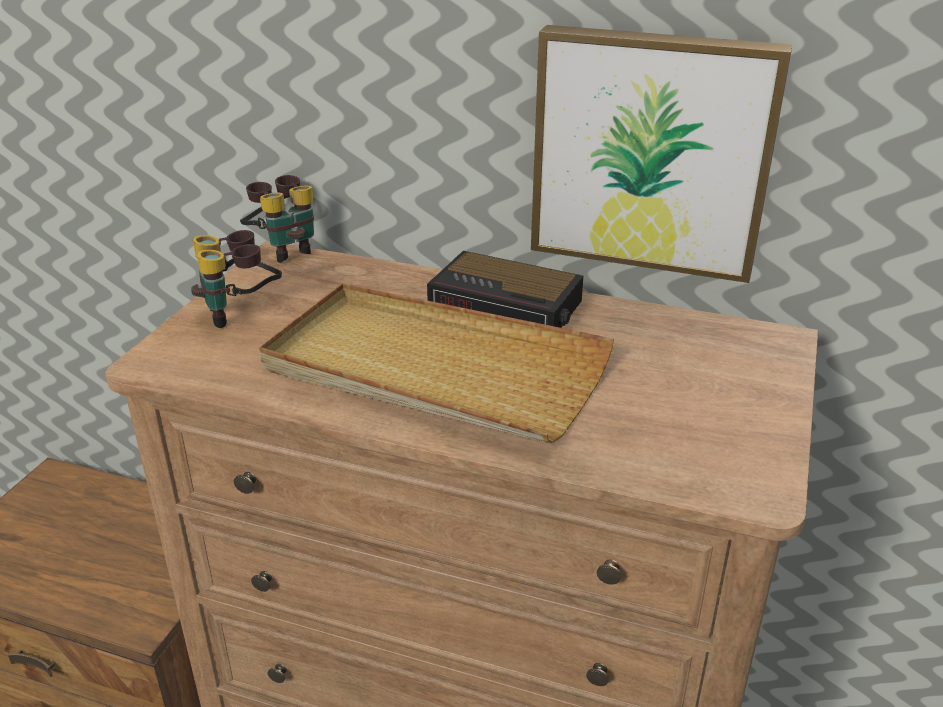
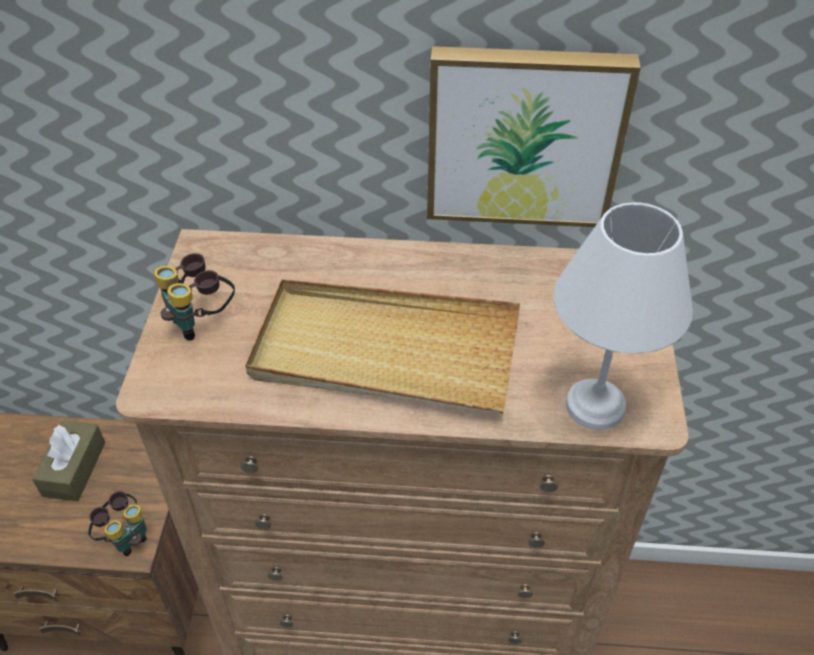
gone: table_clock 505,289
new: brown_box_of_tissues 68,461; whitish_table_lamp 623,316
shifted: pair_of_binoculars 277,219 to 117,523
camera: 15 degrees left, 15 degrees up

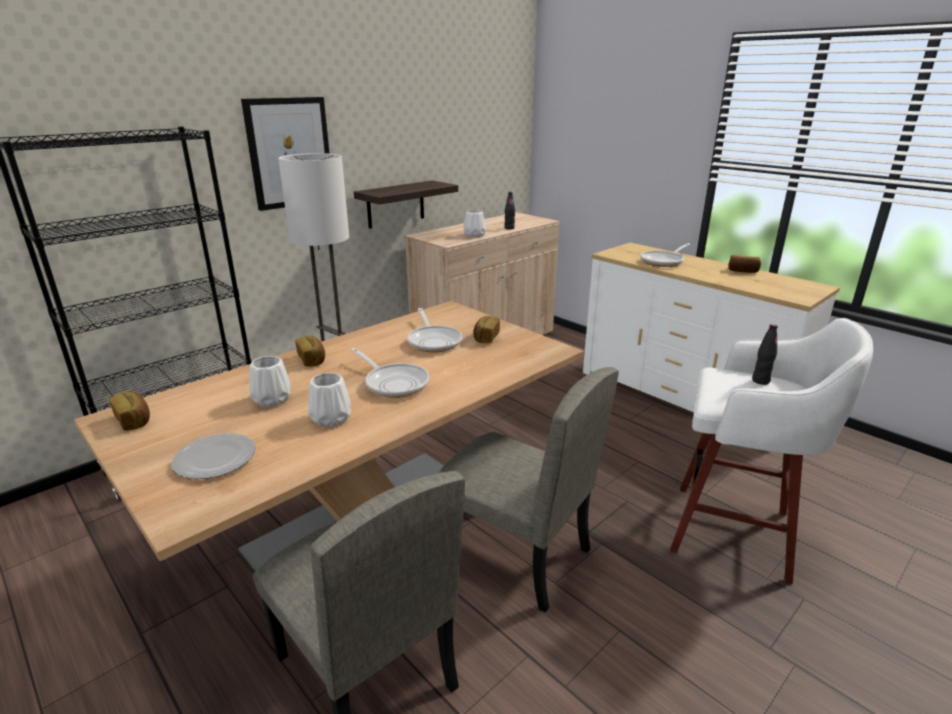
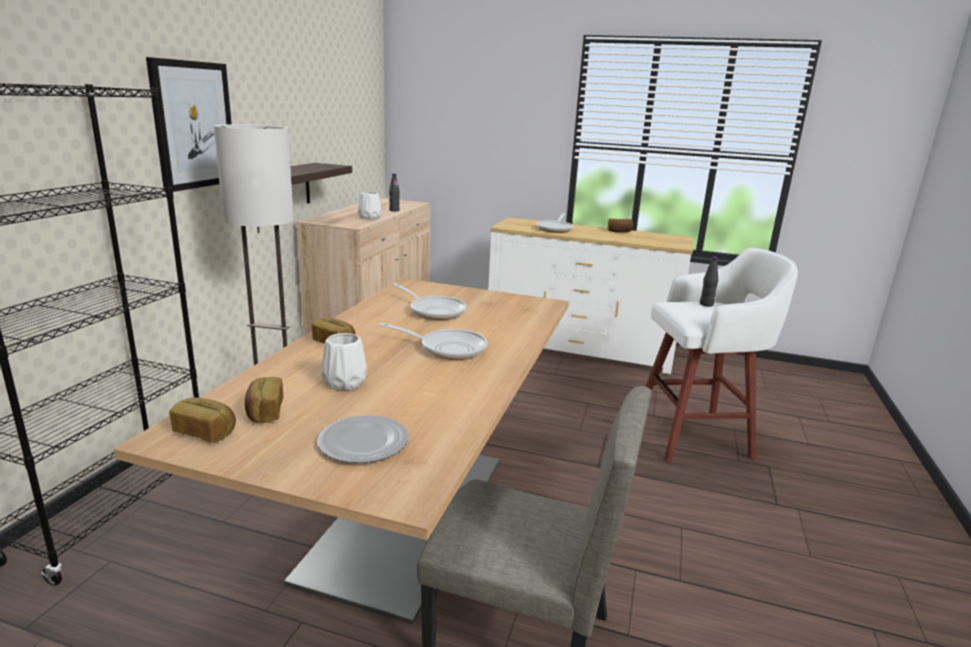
gone: whitish_flower_vase 329,400; beige_chair 528,490
shifted: bakery_bread 486,329 to 264,400
camera: 30 degrees left, 5 degrees down

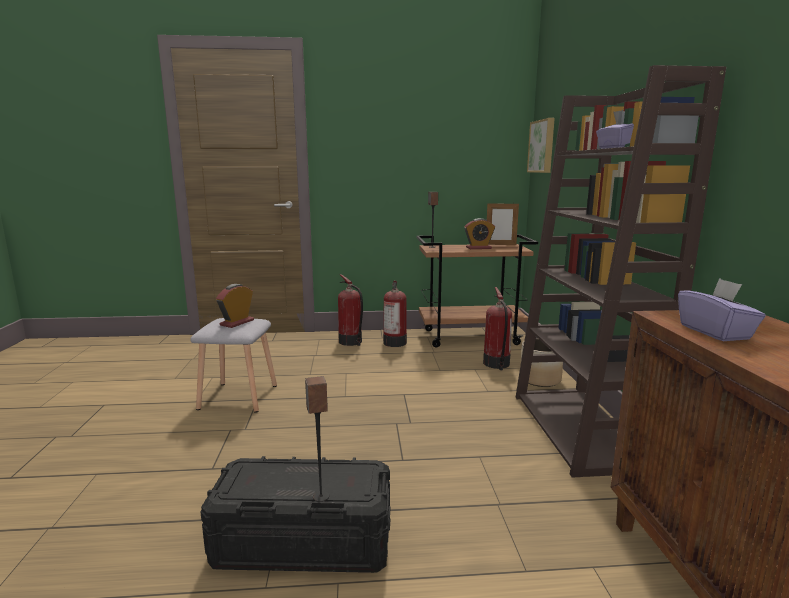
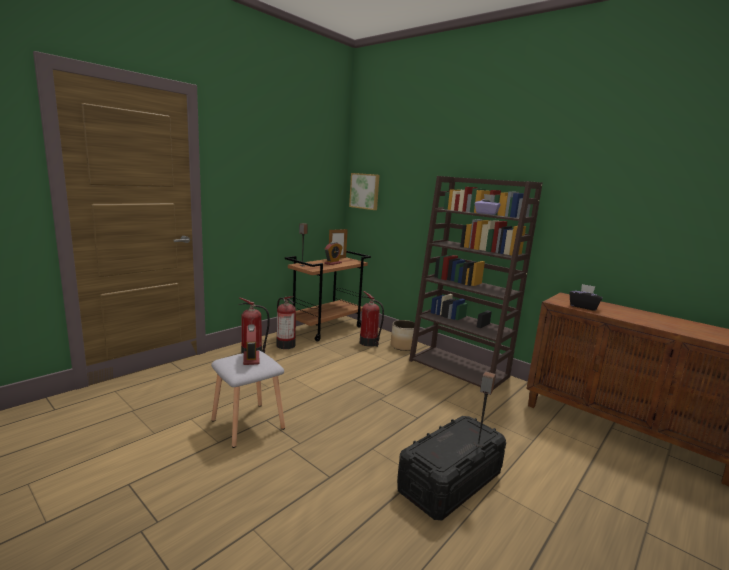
repainted: purple-coloured_box_of_tissues 722,309 to black_box_of_tissues 586,297
camera: 45 degrees left, 0 degrees up

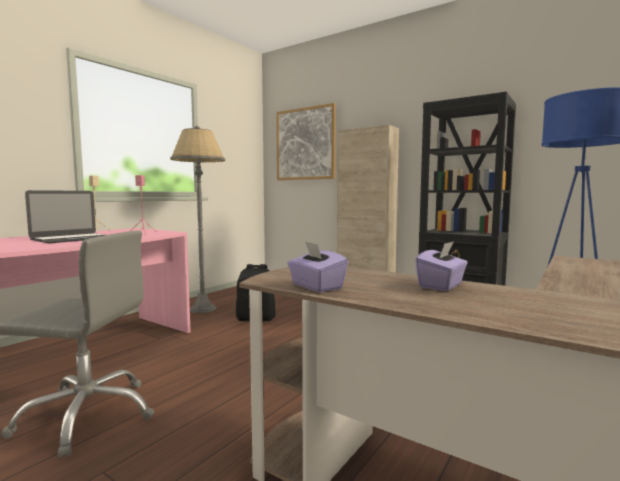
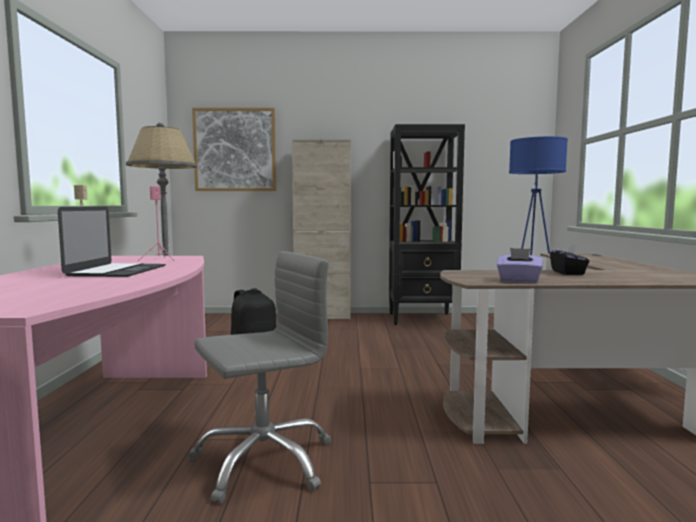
repainted: purple-coloured_box_of_tissues 441,266 to black_box_of_tissues 569,259
camera: 35 degrees left, 0 degrees up

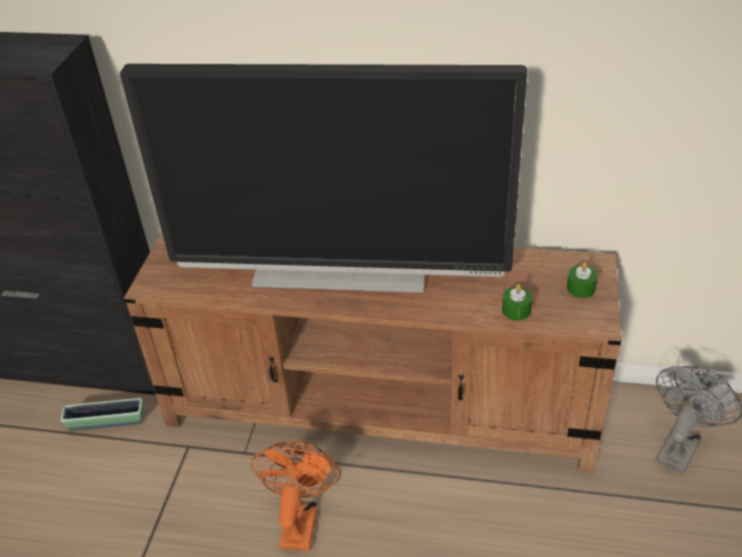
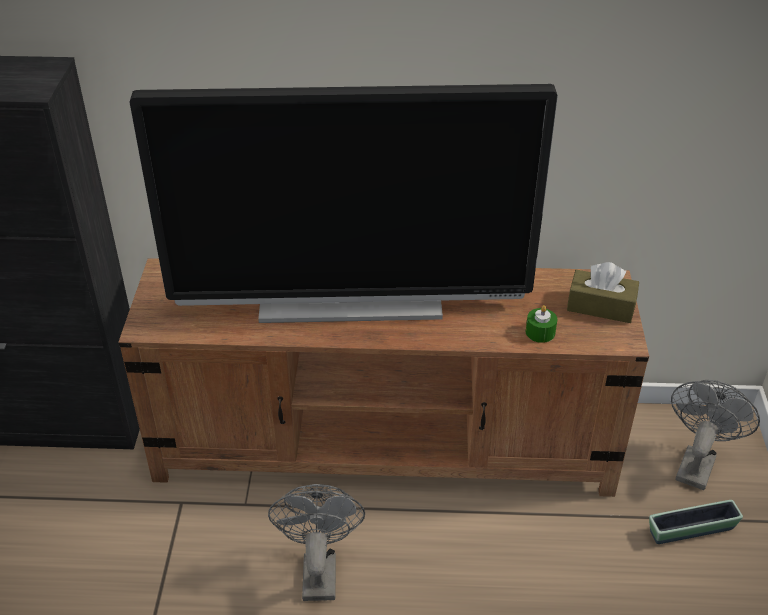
shifted: planter 102,414 to 696,522
swapped: greenish_wax_candle 582,280 to brown_box_of_tissues 603,292
repainted: orange-coloured_fan 295,496 to greyish_fan 316,542
camera: 10 degrees left, 0 degrees up

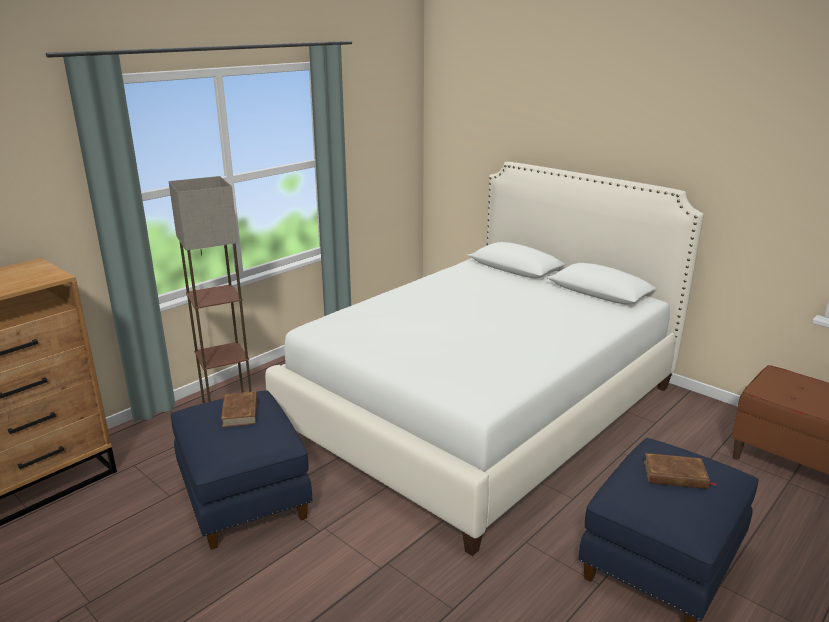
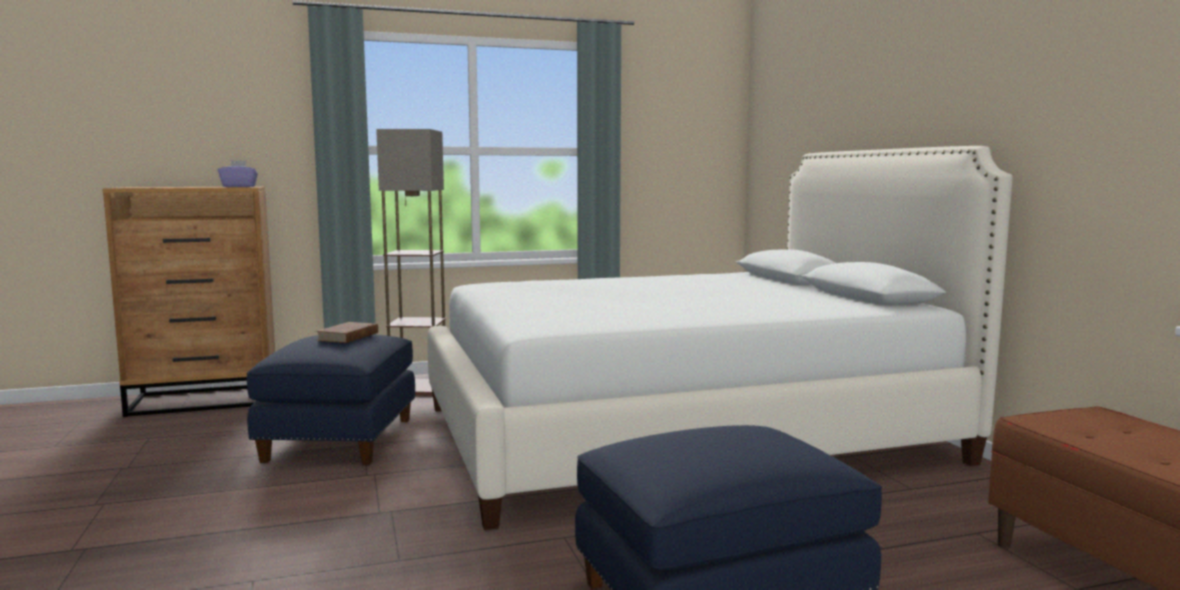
gone: brown_volume 680,471
new: purple-coloured_box_of_tissues 238,173
camera: 30 degrees right, 15 degrees down

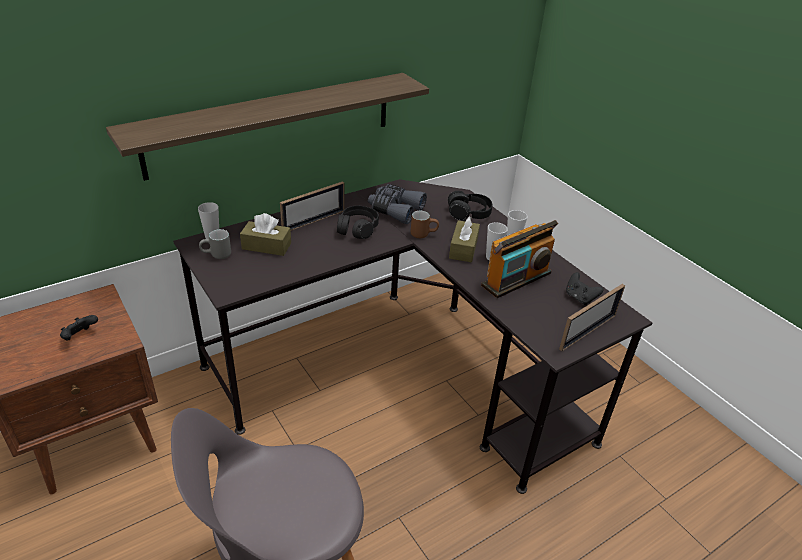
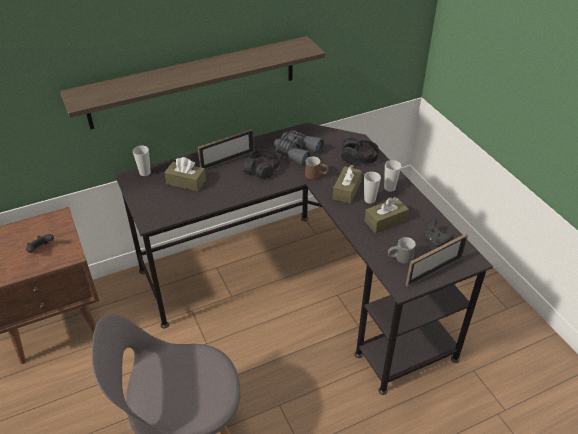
shifted: greyish_mug 215,244 to 402,250
swapped: radio_receiver 519,259 to brown_box_of_tissues 386,215
camera: 10 degrees right, 5 degrees up

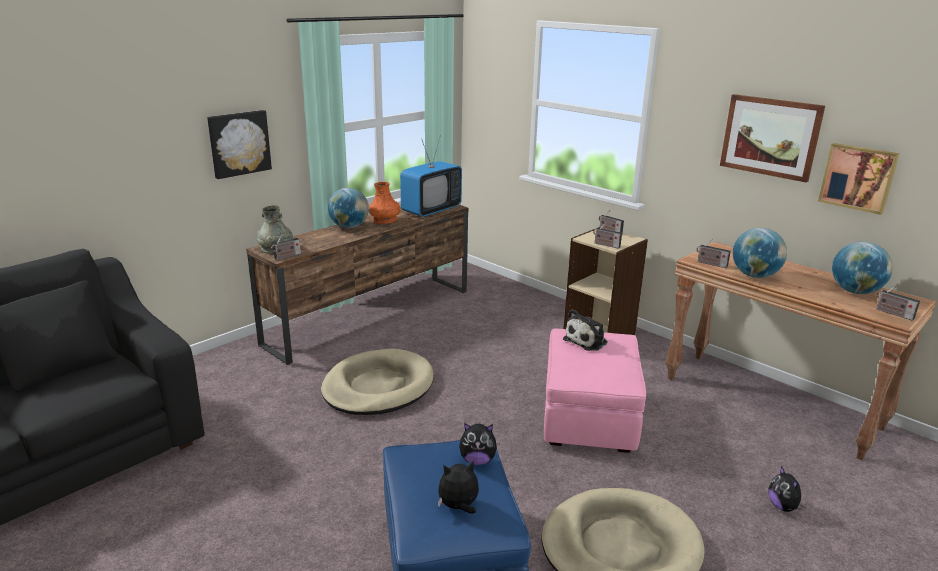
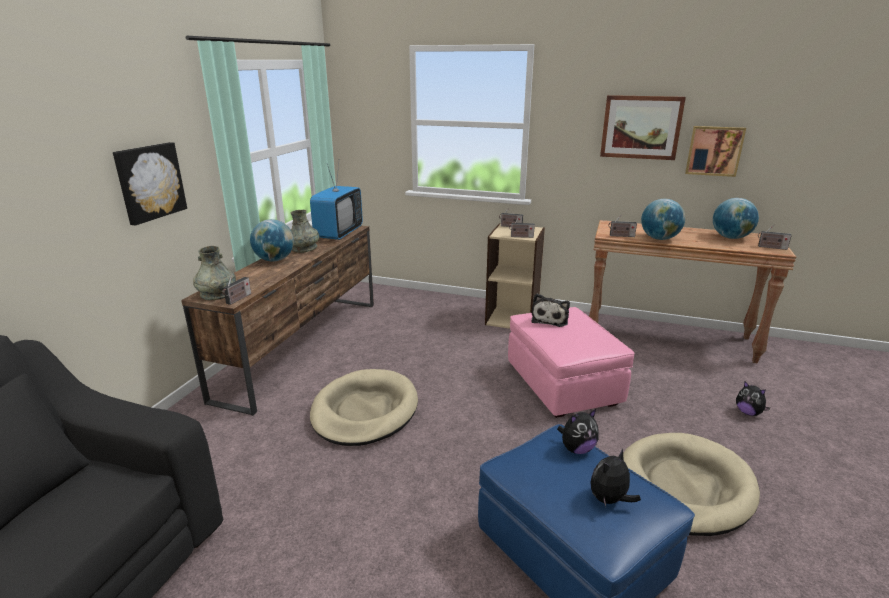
repainted: orange-coloured_flower_vase 384,203 to greyish_flower_vase 305,231
camera: 25 degrees left, 0 degrees up

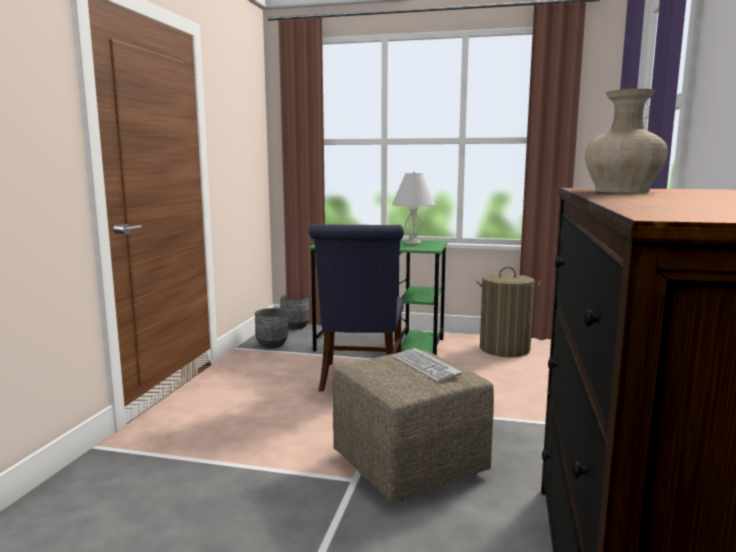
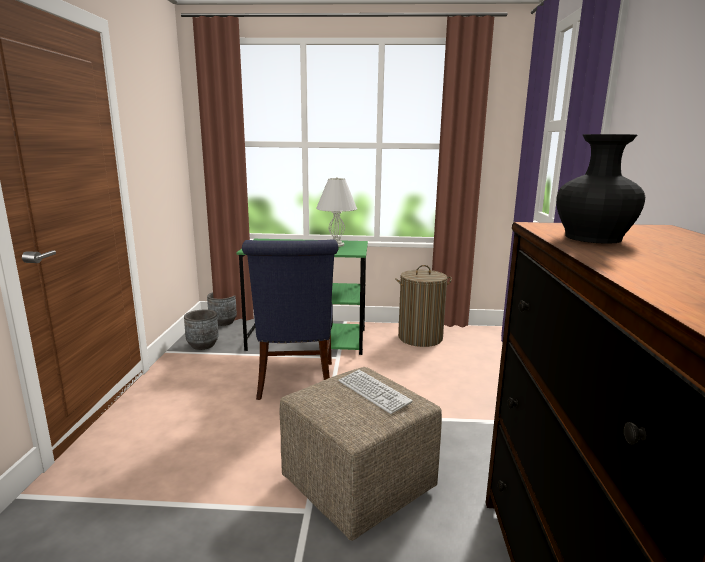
repainted: beige_flower_vase 626,141 to black_flower_vase 600,189
camera: 10 degrees left, 5 degrees up

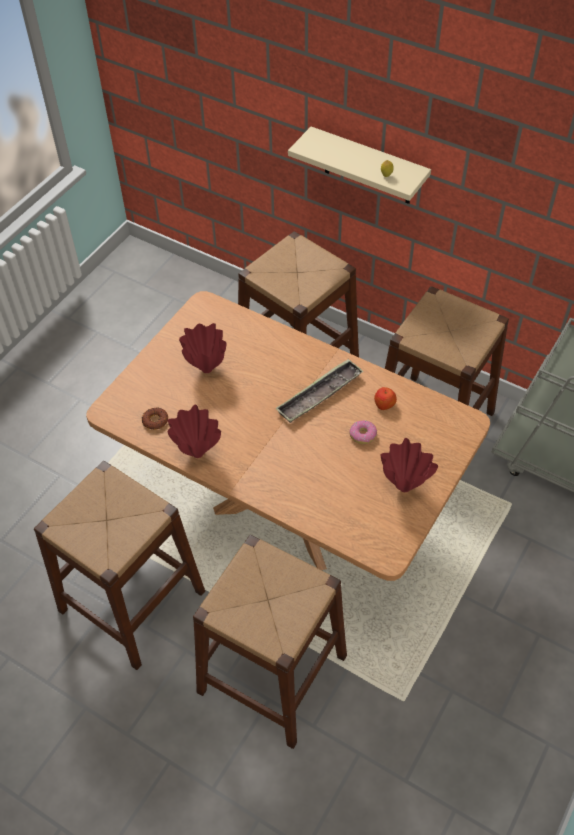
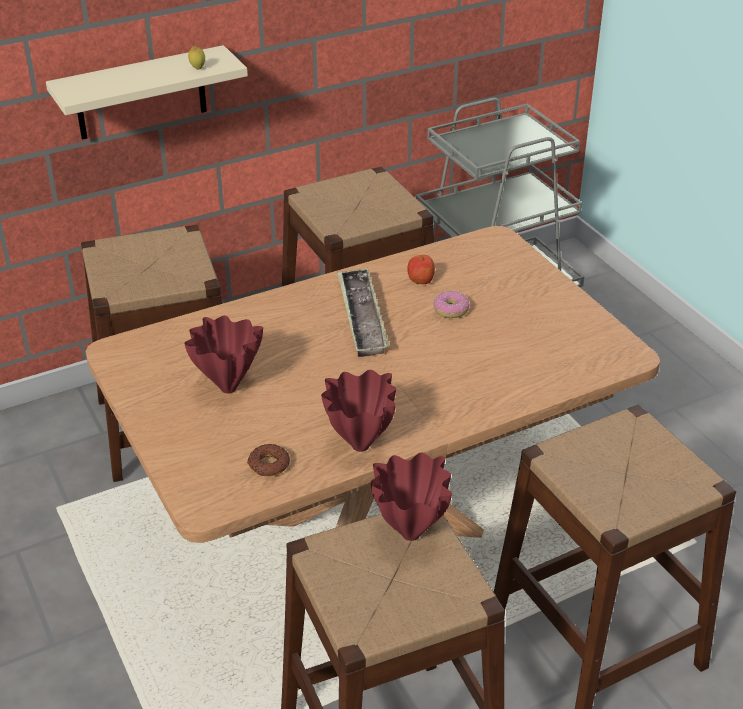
shifted: red-coloured_flower_vase 409,465 to 411,497
camera: 60 degrees left, 15 degrees down

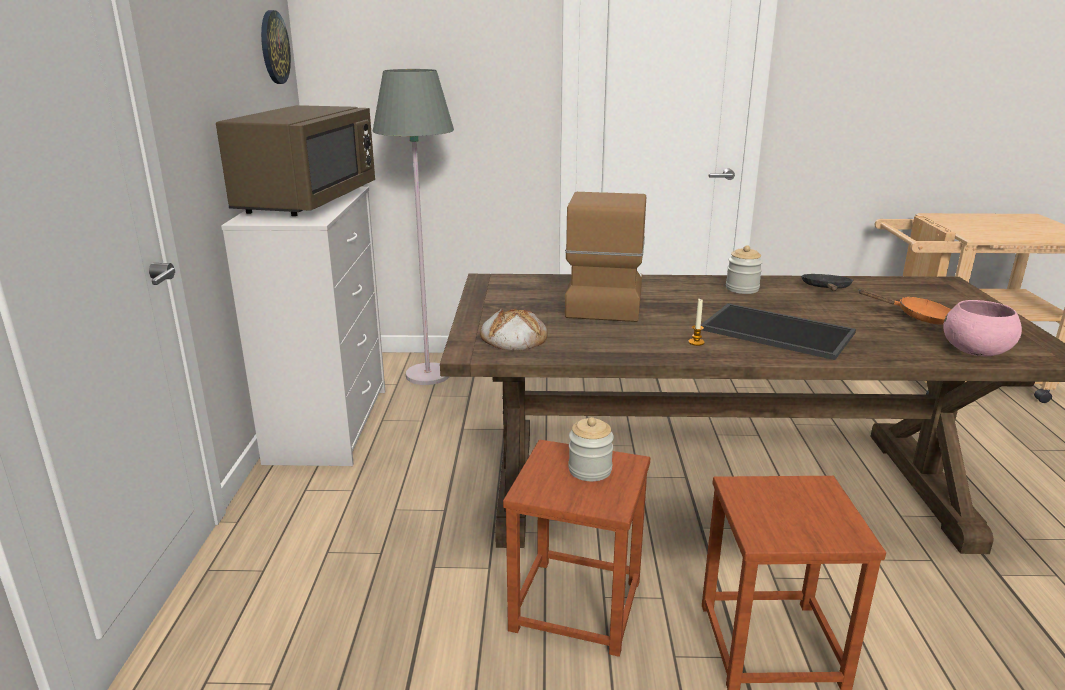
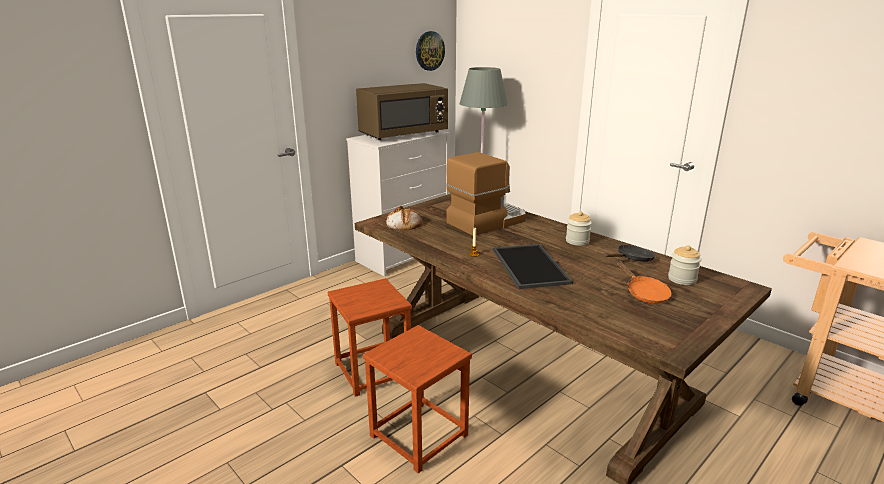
gone: pink-coloured_bowl 982,328
shifted: jar 591,449 to 684,265
camera: 45 degrees right, 0 degrees up

